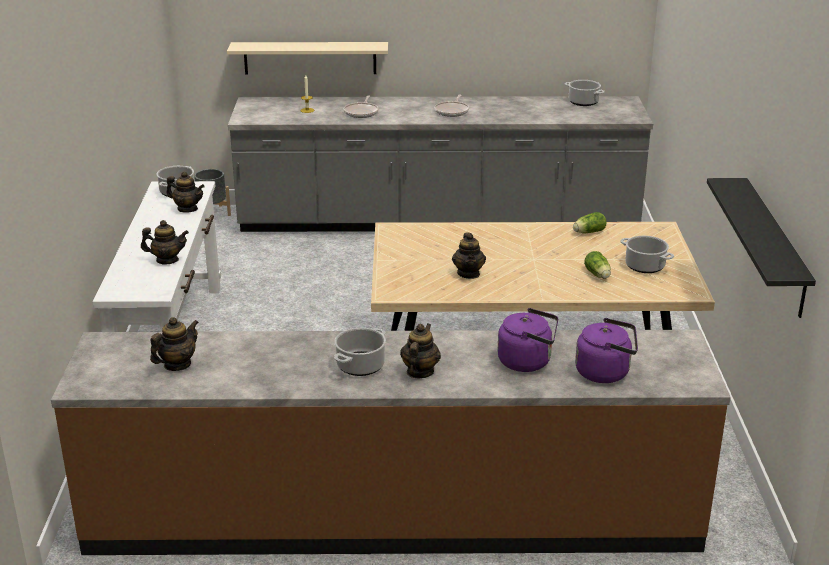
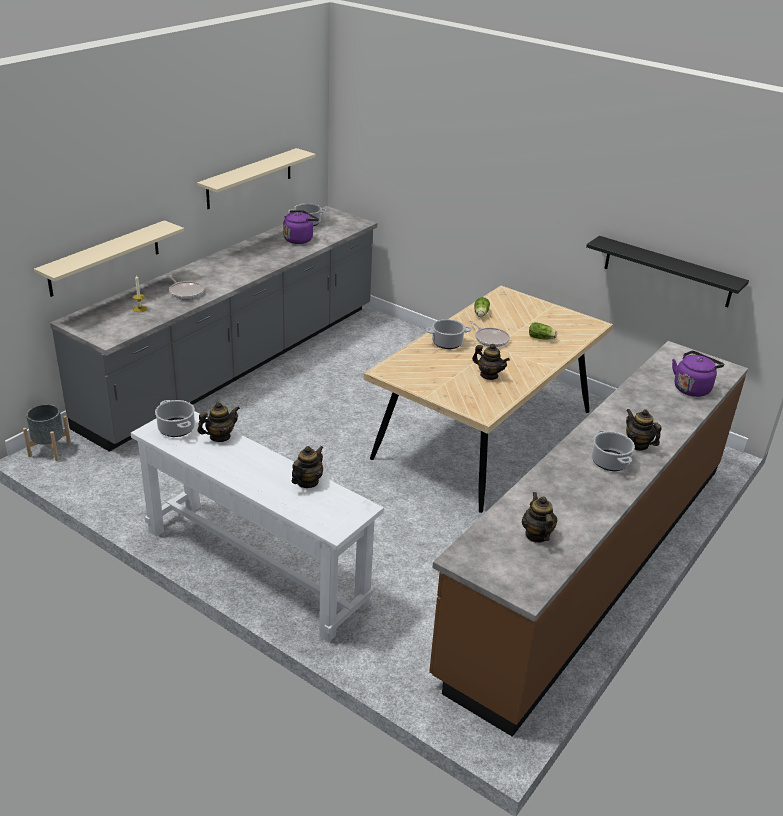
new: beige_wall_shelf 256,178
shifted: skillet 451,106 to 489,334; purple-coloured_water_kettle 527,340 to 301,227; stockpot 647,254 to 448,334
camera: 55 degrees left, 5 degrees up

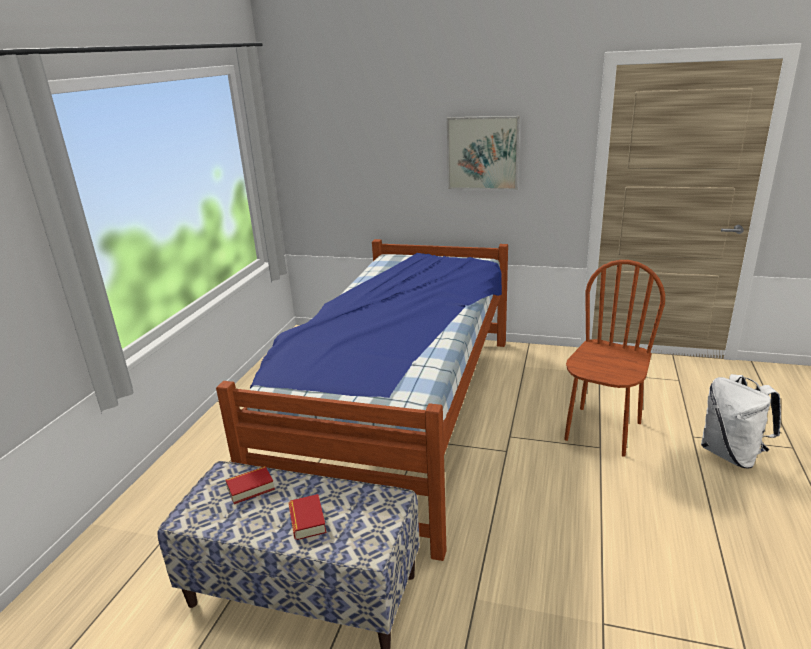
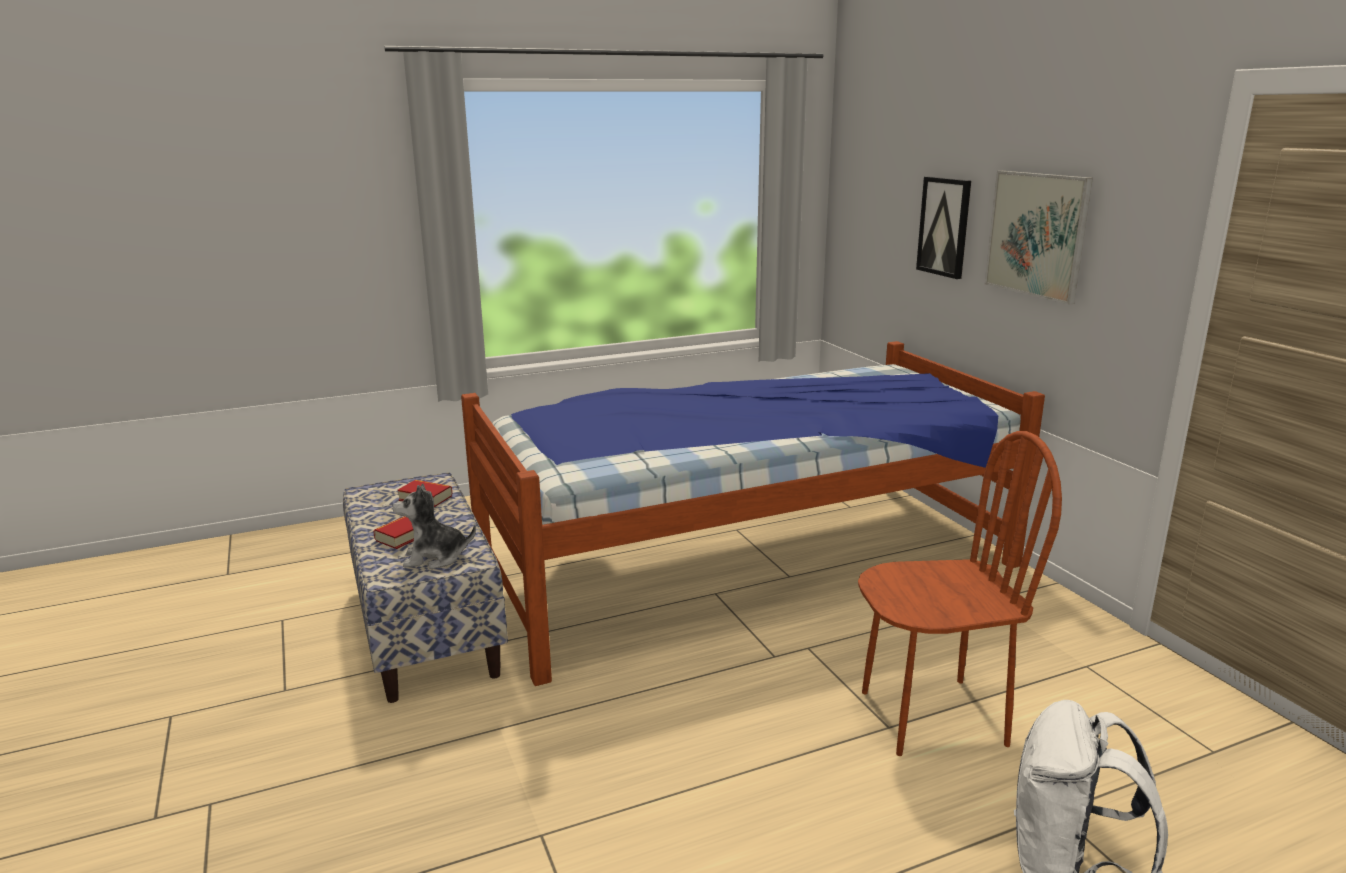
new: soft_toy 434,526; picture 943,228
camera: 50 degrees right, 5 degrees down

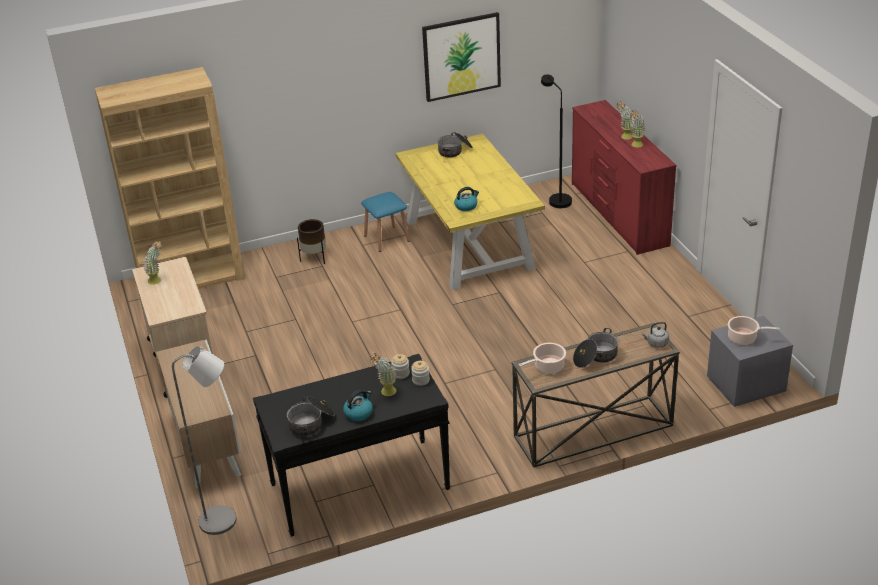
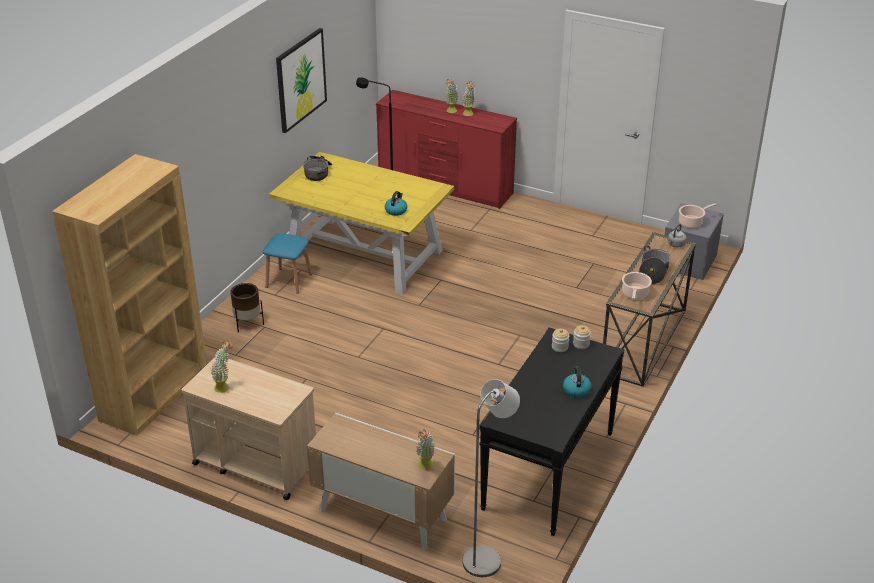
gone: stockpot 311,416
shifted: potted_plant 382,374 to 425,449
camera: 45 degrees left, 0 degrees up

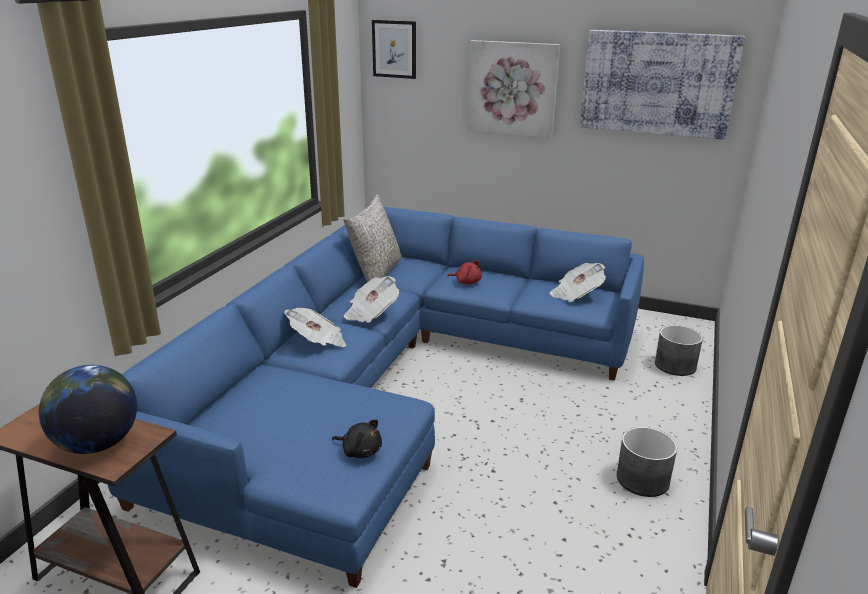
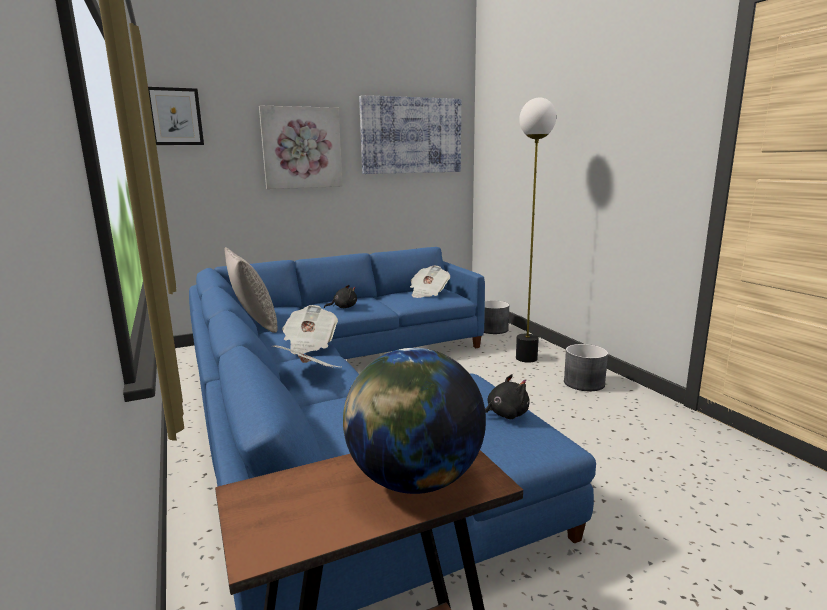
new: standing_lamp 536,230
repainted: red-coloured_soft_toy 464,272 to black_soft_toy 340,296
camera: 45 degrees left, 10 degrees down

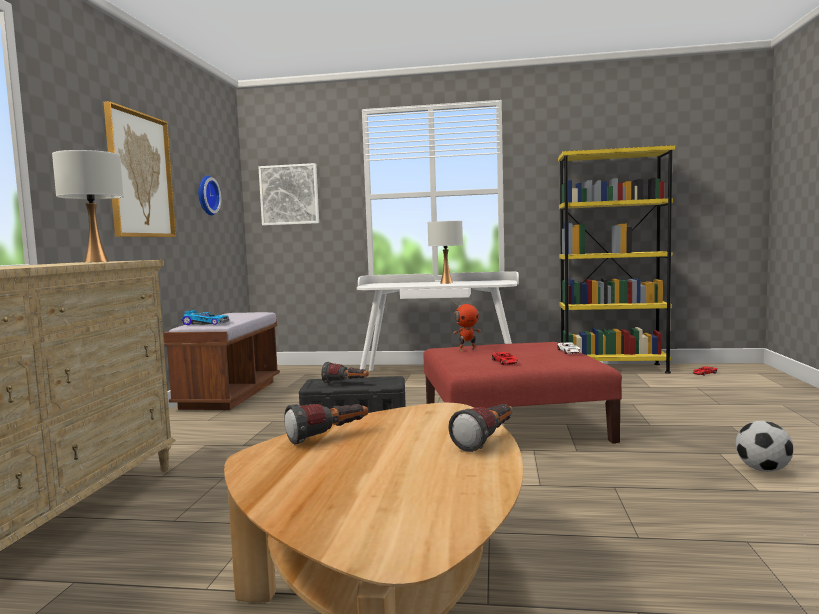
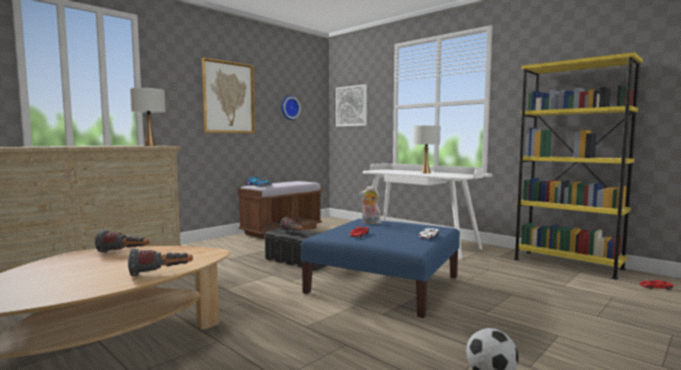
swapped: robot_figure 467,327 to soft_toy 370,205
repainted: red-coloured_ottoman 523,393 to blue-coloured_ottoman 380,268
camera: 35 degrees right, 0 degrees up

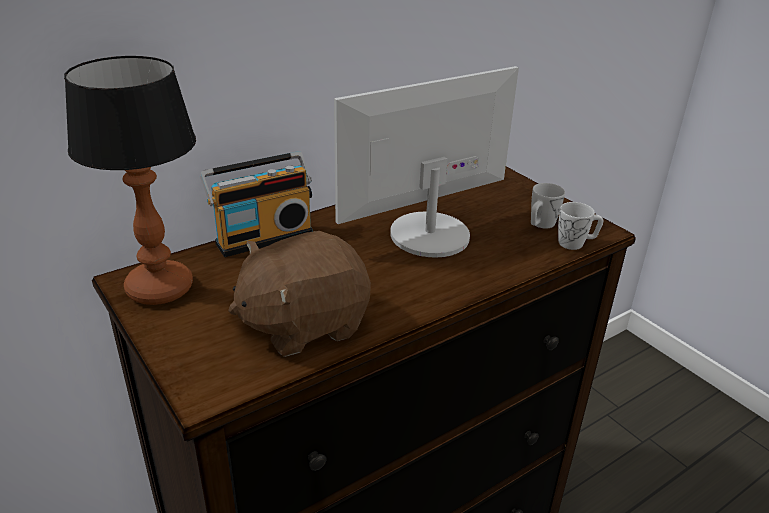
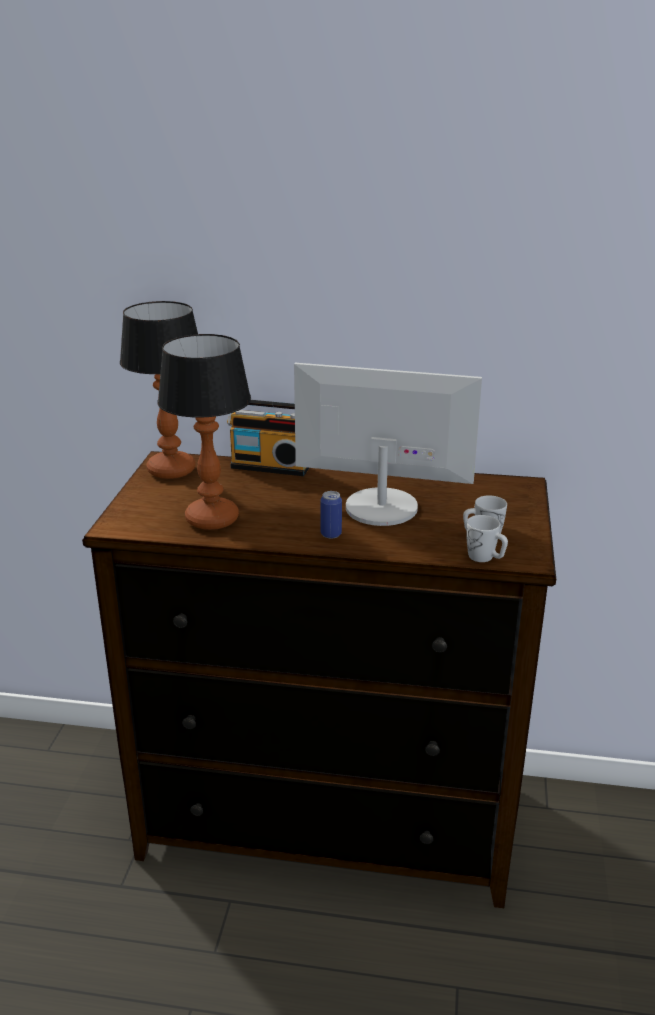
new: metal_can 331,514
swapped: brown_soft_toy 299,294 to table_lamp 204,432
camera: 45 degrees right, 5 degrees down

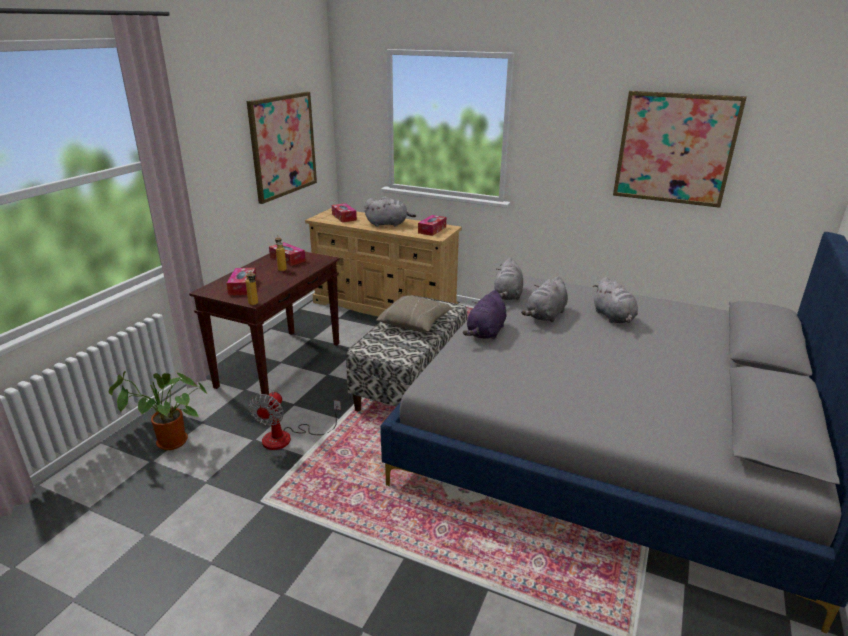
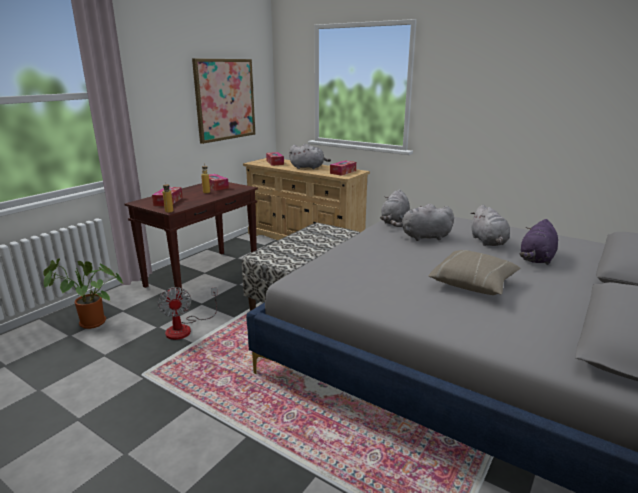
gone: picture 680,149
shifted: beige_pillow 414,313 to 474,272; purple-coloured_soft_toy 484,315 to 539,242
rotated: fan 295,420 = 187,313 45 degrees counterclockwise; greyish_soft_toy 544,299 = 422,222 45 degrees clockwise
camera: 10 degrees right, 5 degrees down

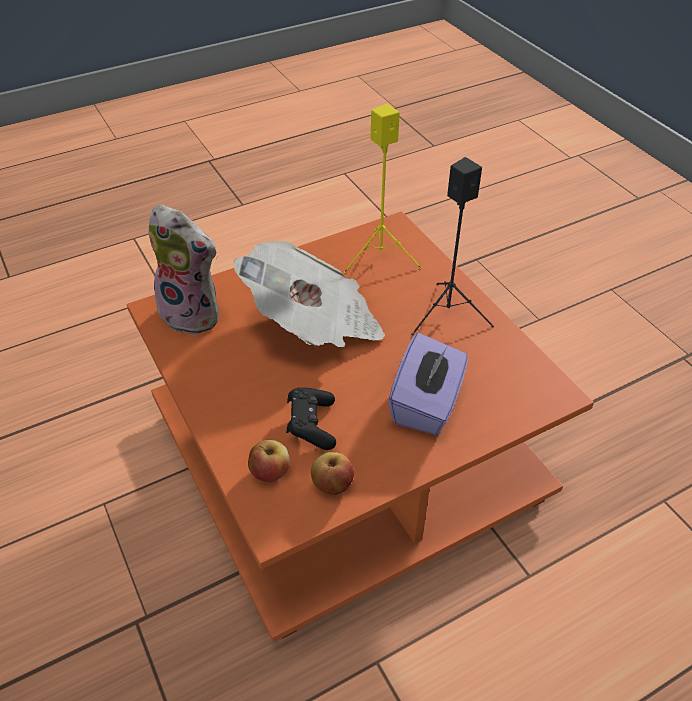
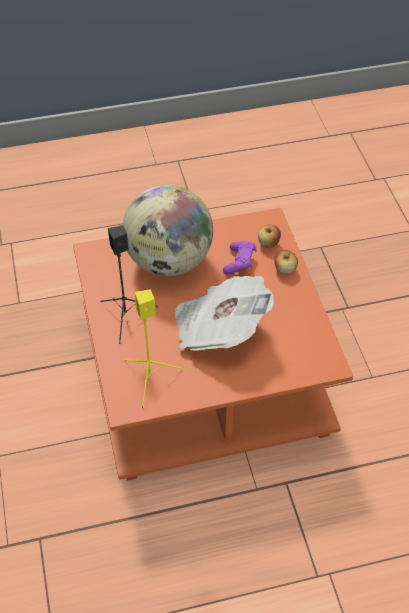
gone: soft_toy 183,269
shifted: whole_apple 332,473 to 286,262
swapped: purple-coloured_box_of_tissues 428,384 to desk_globe 168,230
repainted: black_gamepad 311,419 to purple-coloured_gamepad 240,258
camera: 165 degrees left, 5 degrees up

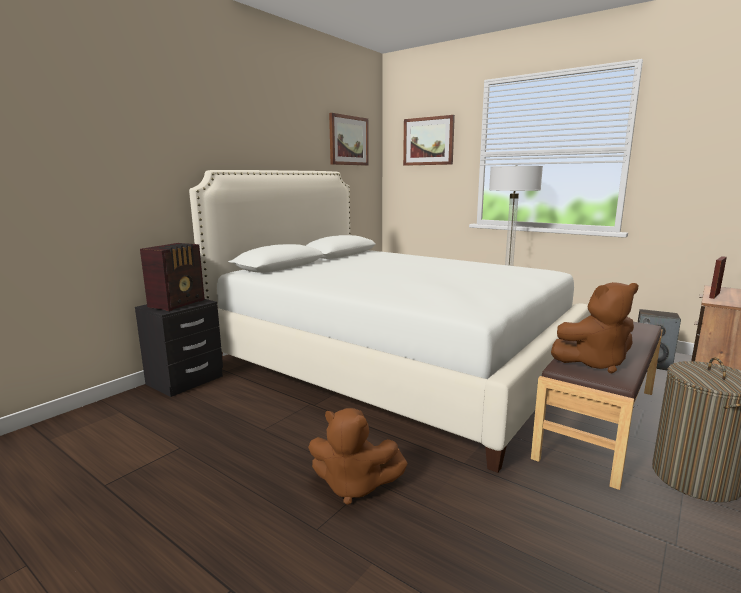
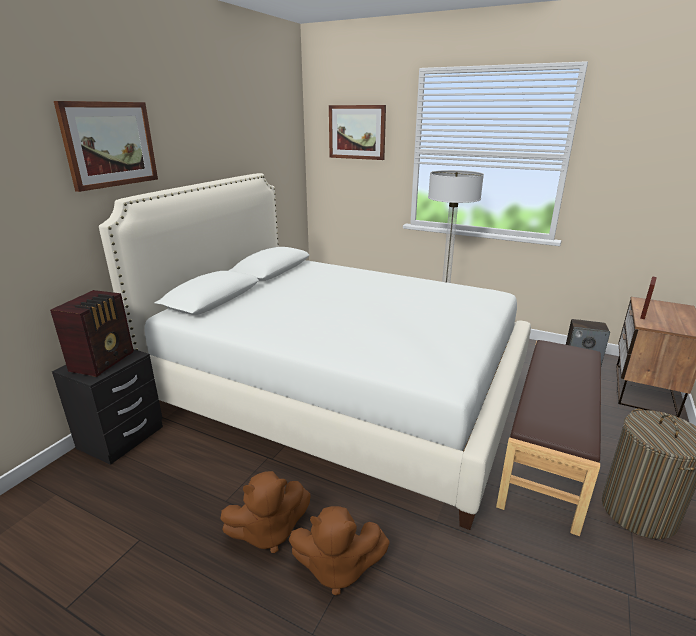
shifted: picture 349,139 to 106,146; brown_soft_toy 594,327 to 265,512
camera: 10 degrees left, 10 degrees up

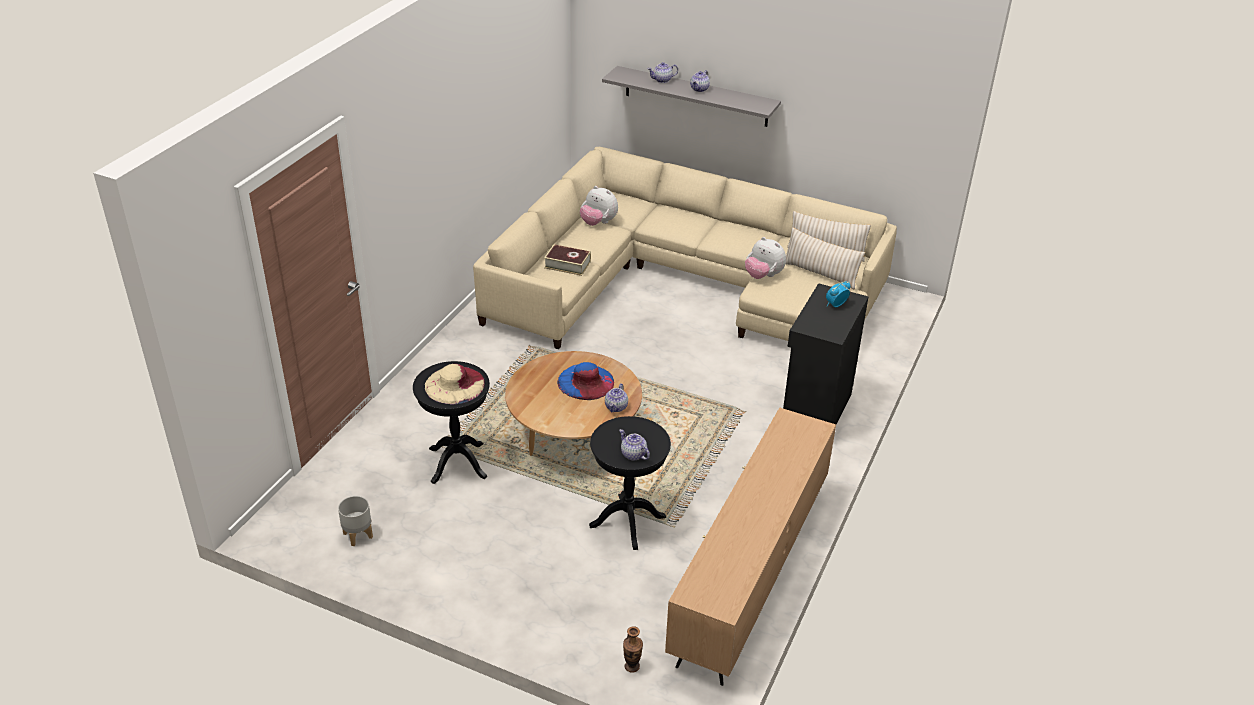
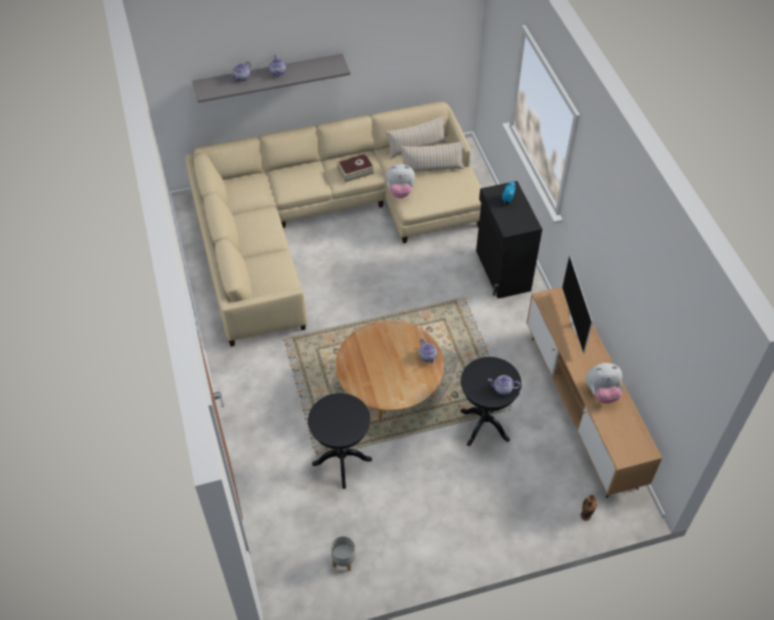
gone: beige_wearable_hat 455,384; blue-coloured_wearable_hat 585,381
new: TV 577,304
shifted: volume 567,260 to 355,168; soft_toy 599,206 to 604,383
camera: 40 degrees left, 15 degrees up

